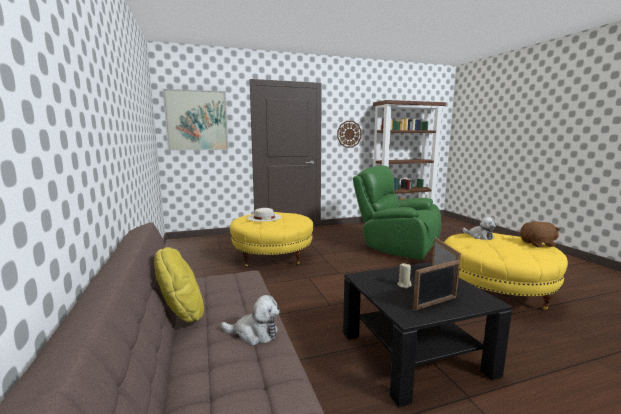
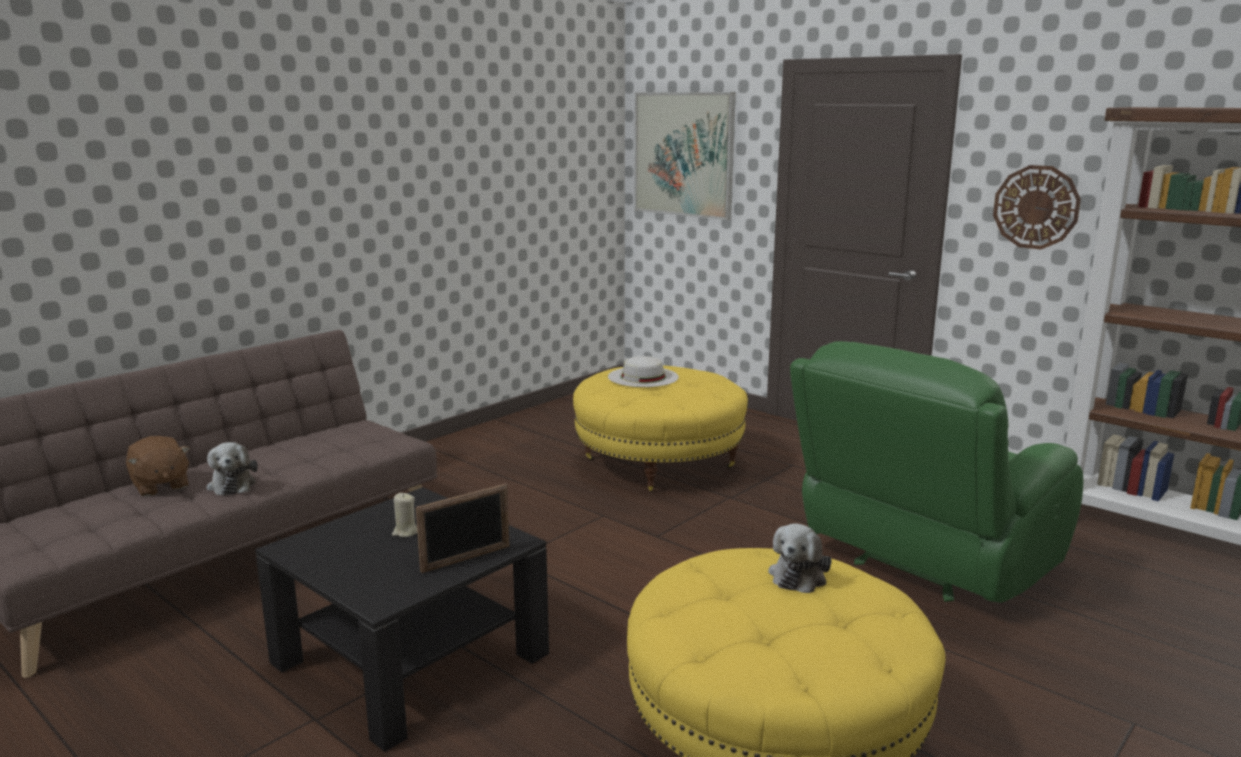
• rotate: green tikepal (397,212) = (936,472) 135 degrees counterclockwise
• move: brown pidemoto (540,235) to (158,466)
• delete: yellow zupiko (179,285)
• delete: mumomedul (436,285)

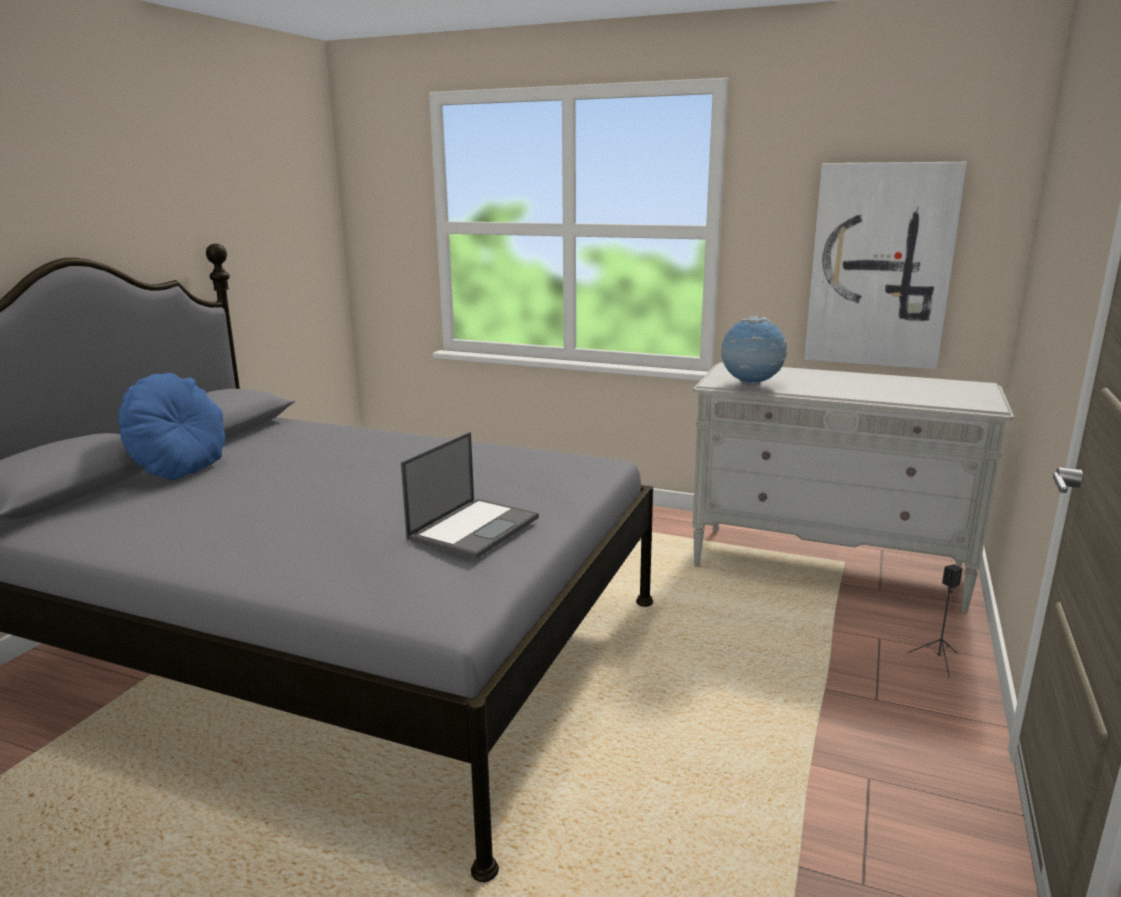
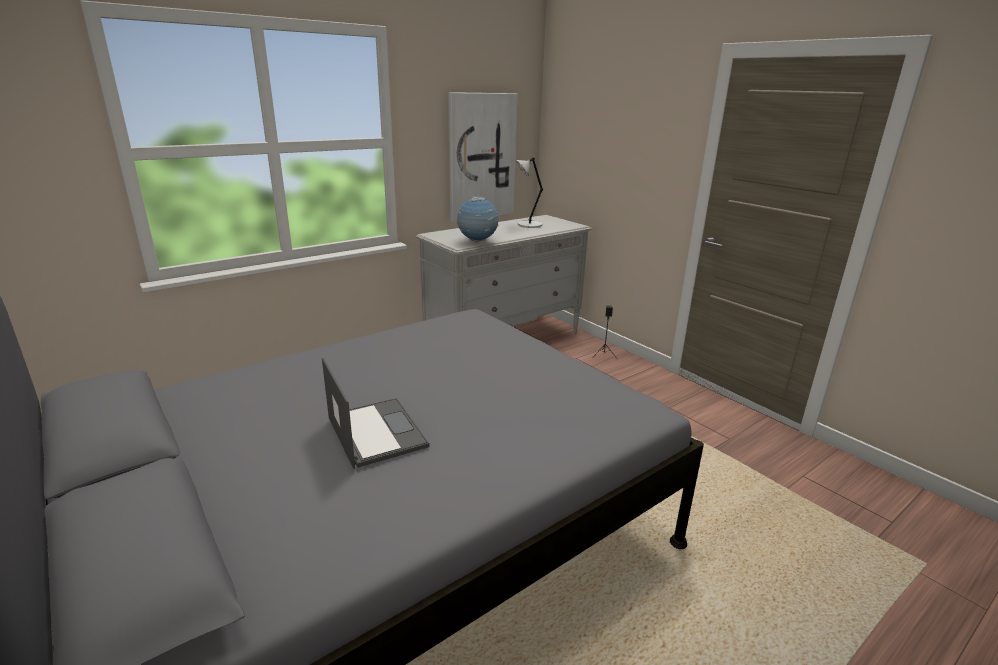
• delete: blue zupiko (171,426)
• move: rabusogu (470,495) to (375,413)
• insert: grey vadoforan (529,192)

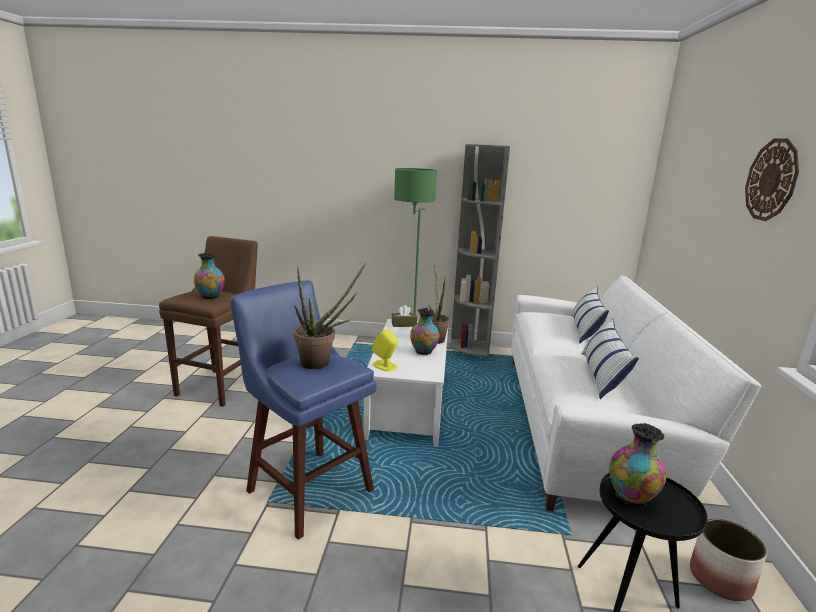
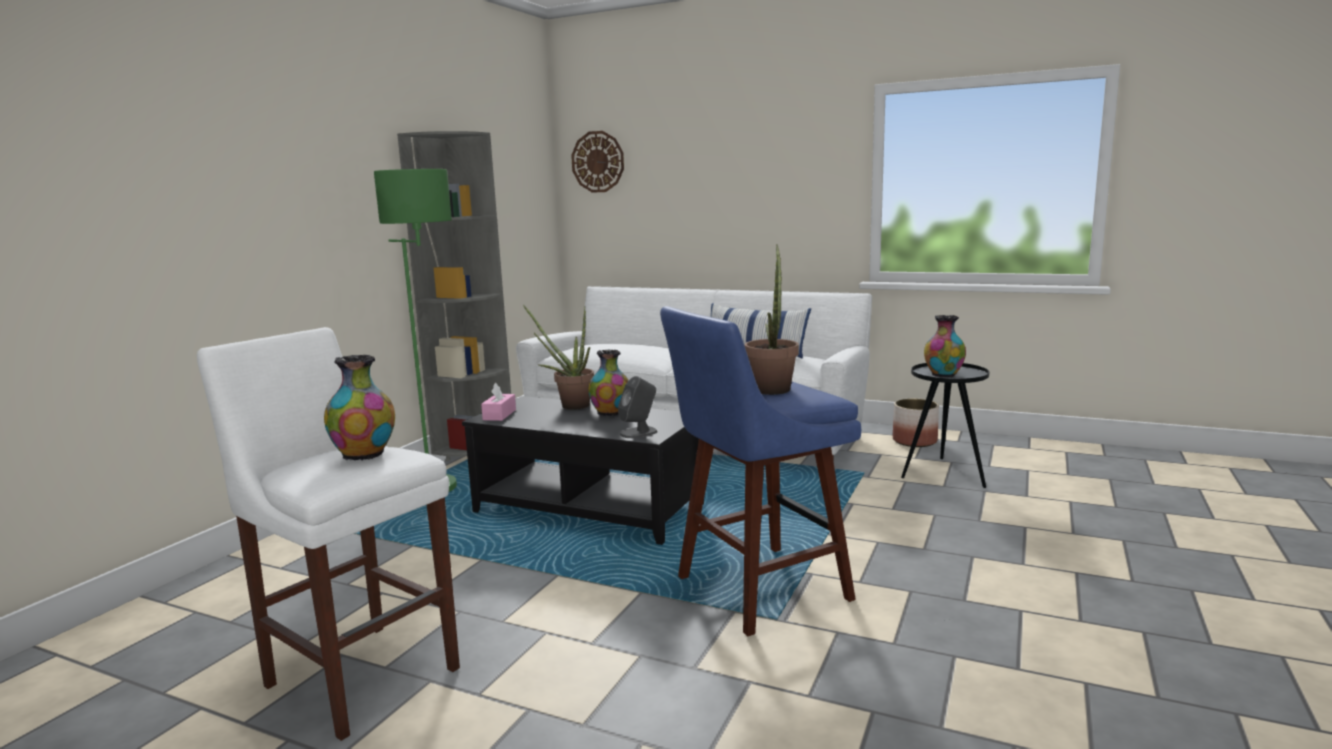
• move: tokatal (772,179) to (597,162)
• recolor: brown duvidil (208,321) to white duvidil (328,534)
• delete: zupiko (590,314)
• recolor: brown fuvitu (404,316) to pink fuvitu (498,402)
• recolor: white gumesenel (405,383) to black gumesenel (583,470)
• recolor: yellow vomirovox (385,350) to grey vomirovox (638,407)

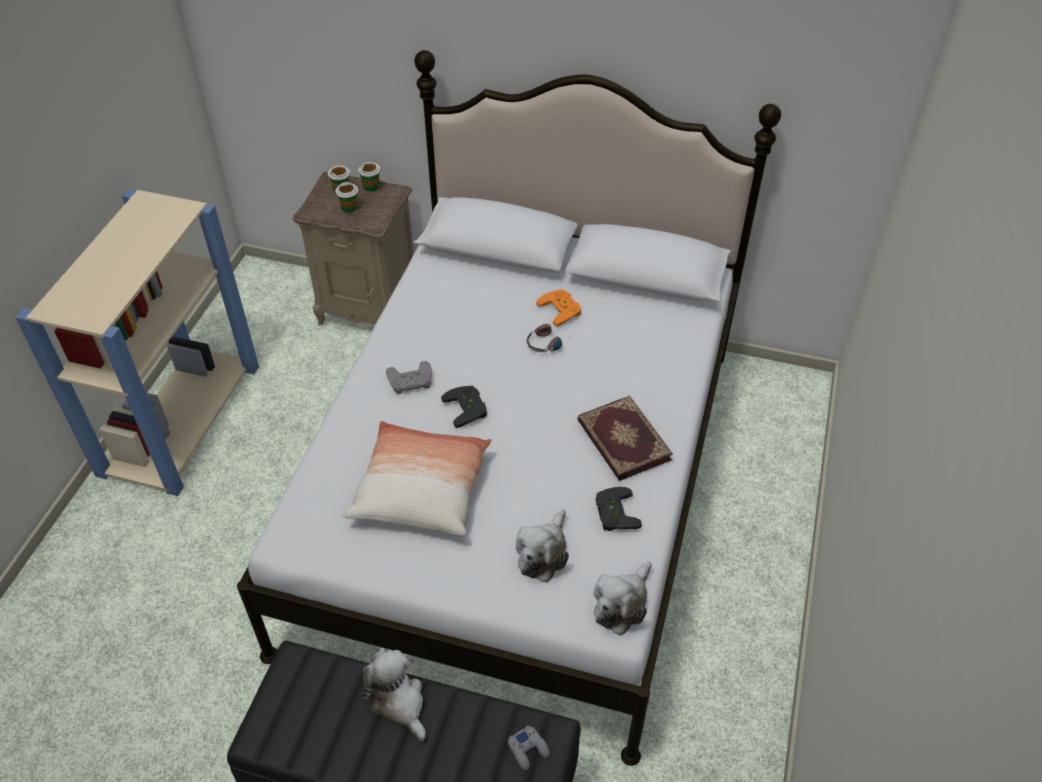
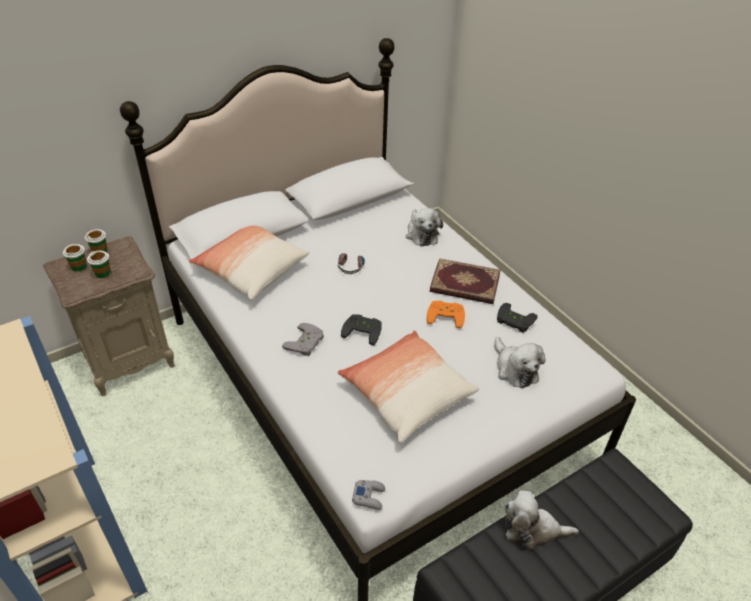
• move: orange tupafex (558,308) to (446,314)
• move: pidemoto (622,599) to (424,227)
• move: grey tupafex (529,747) to (368,495)
• insert: zupiko (249,263)

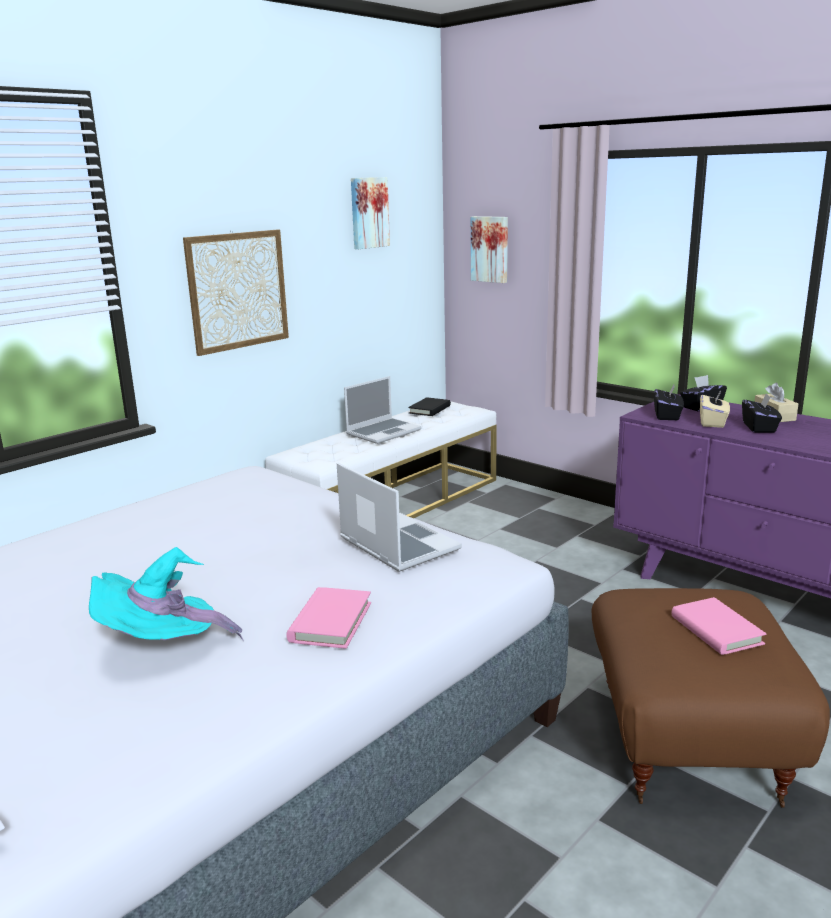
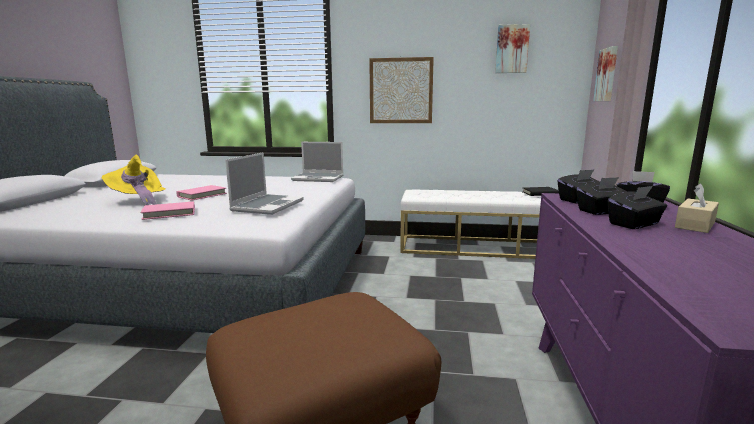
• move: rabusogu (382,410) to (317,162)
• recolor: beige fuvitu (715,409) to black fuvitu (601,196)
• recolor: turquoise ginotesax (166,593) to yellow ginotesax (133,180)
• move: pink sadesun (718,626) to (201,193)

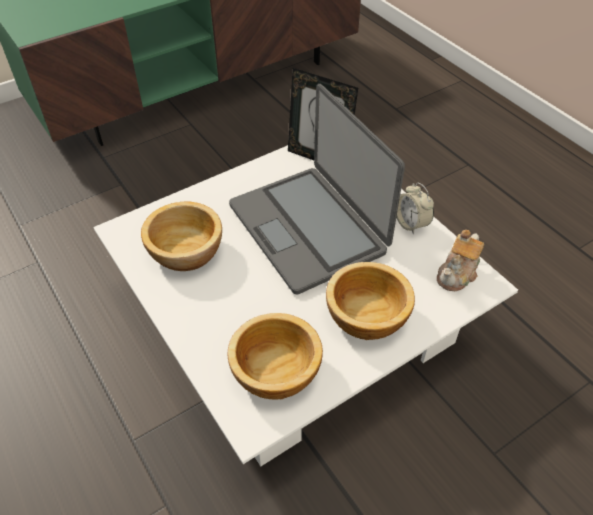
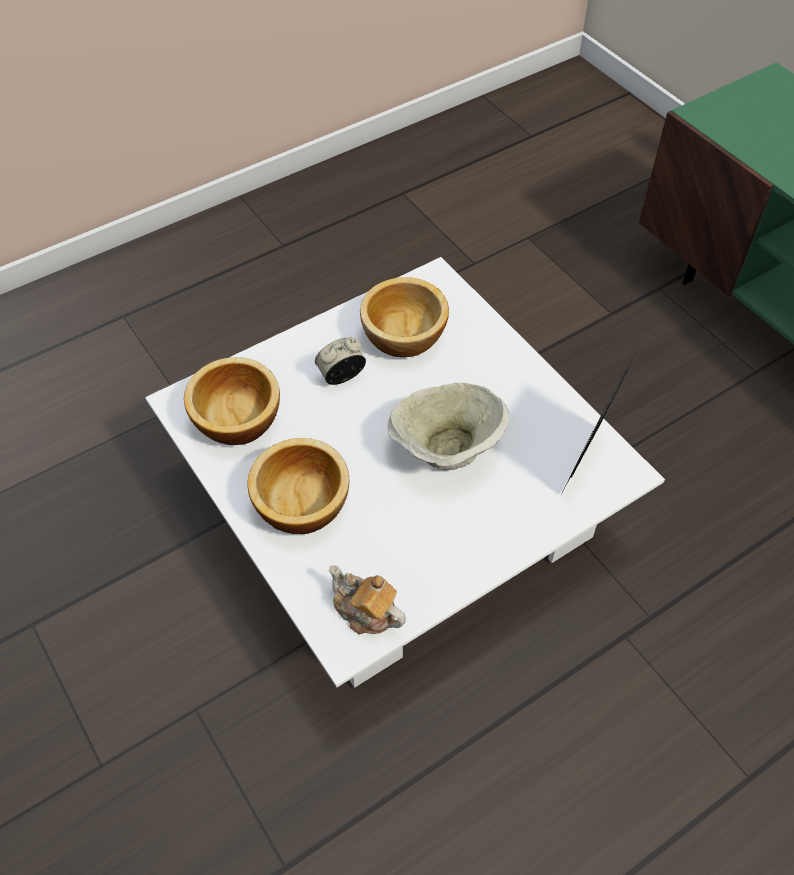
• replace: rabusogu (317,189) to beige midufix (448,426)
• move: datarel (415,208) to (340,361)

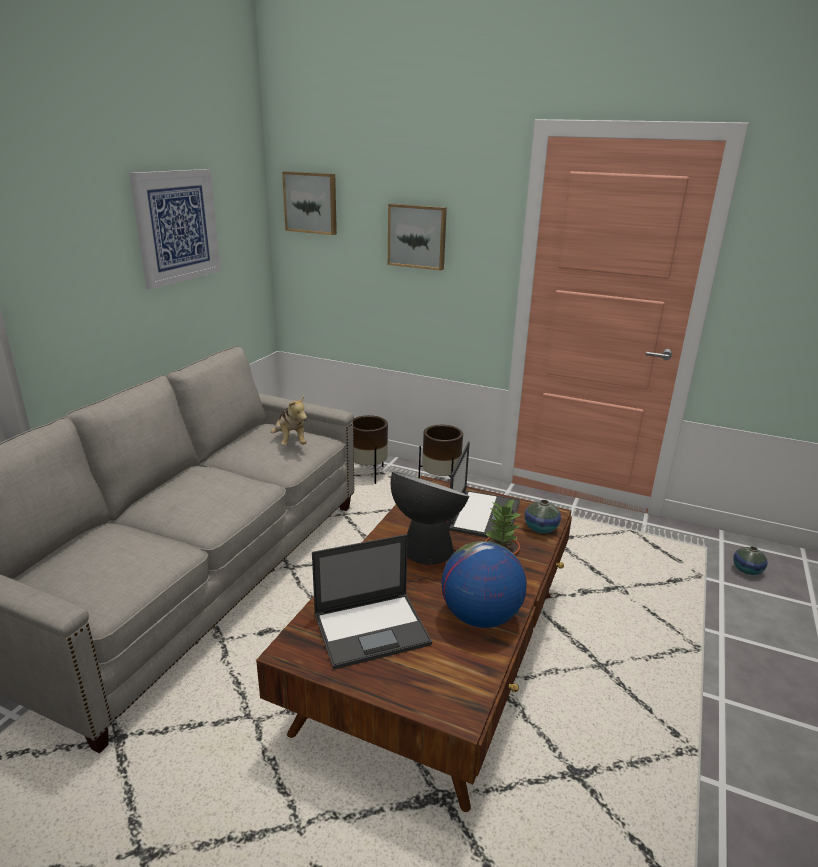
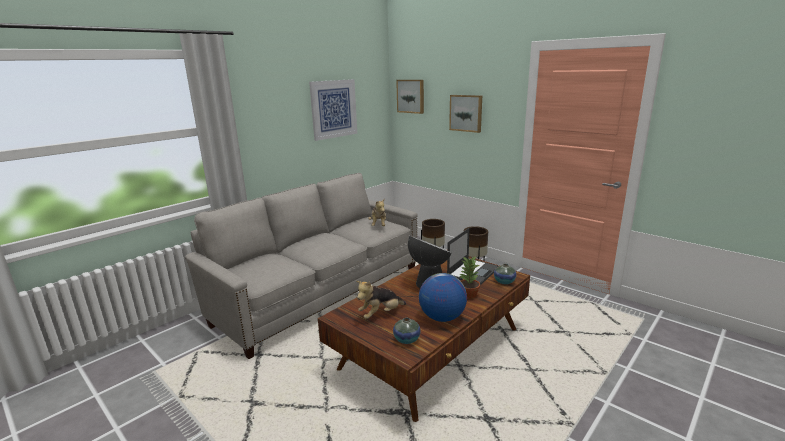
• replace: rabusogu (372,602) to pidemoto (381,300)
• move: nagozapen (750,560) to (407,331)

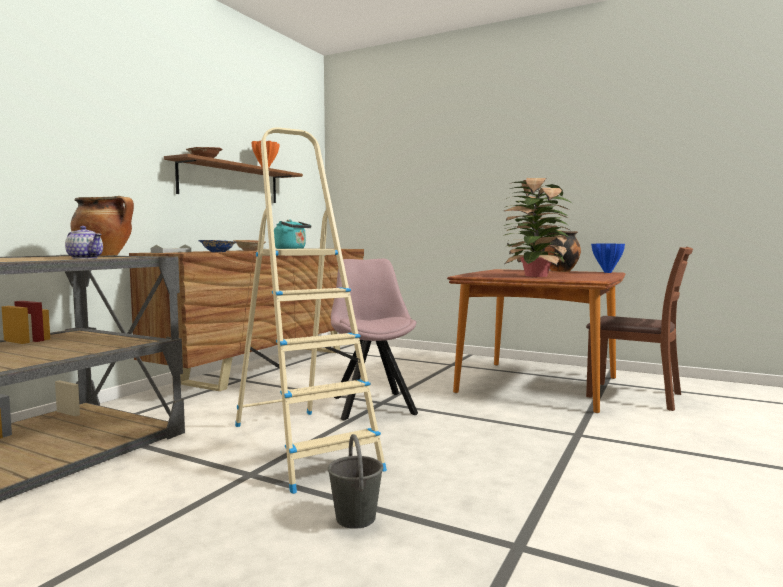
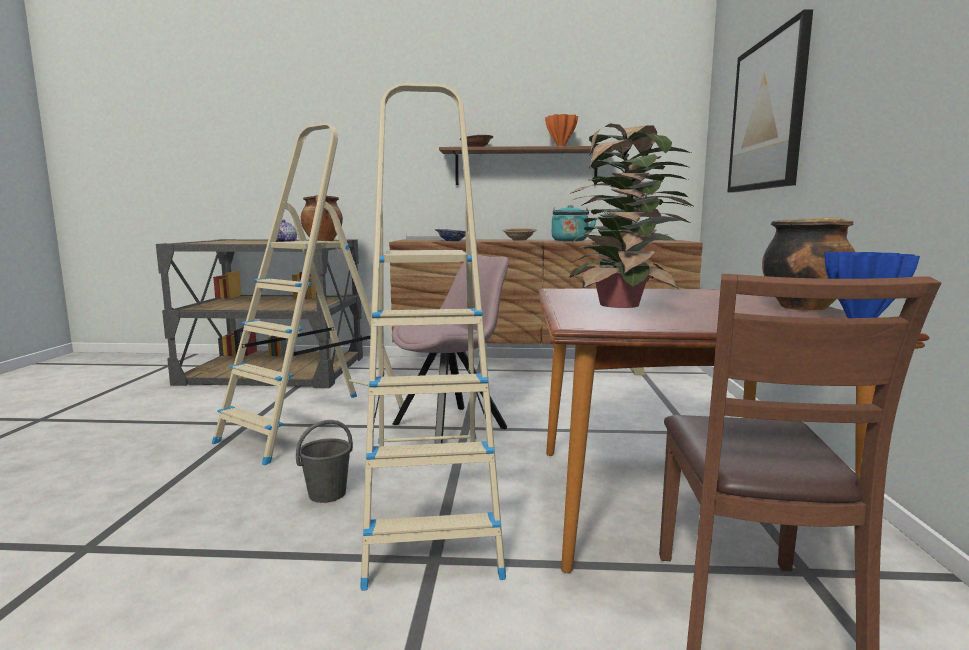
• move: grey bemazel (355,481) to (324,461)
• insert: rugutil (770,101)
• insert: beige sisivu (433,337)

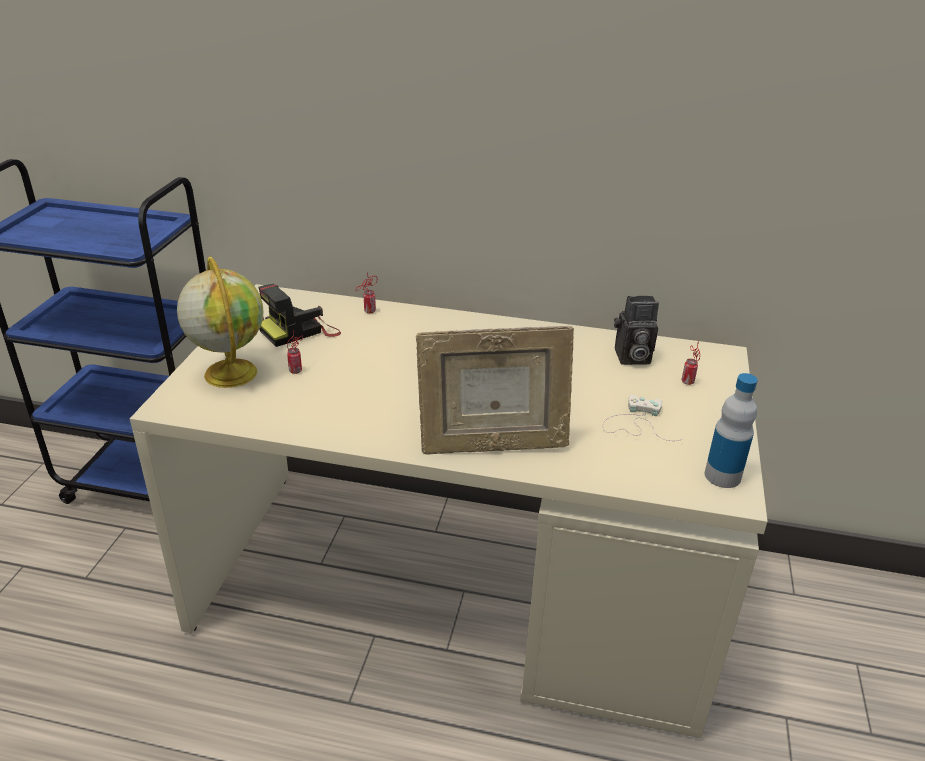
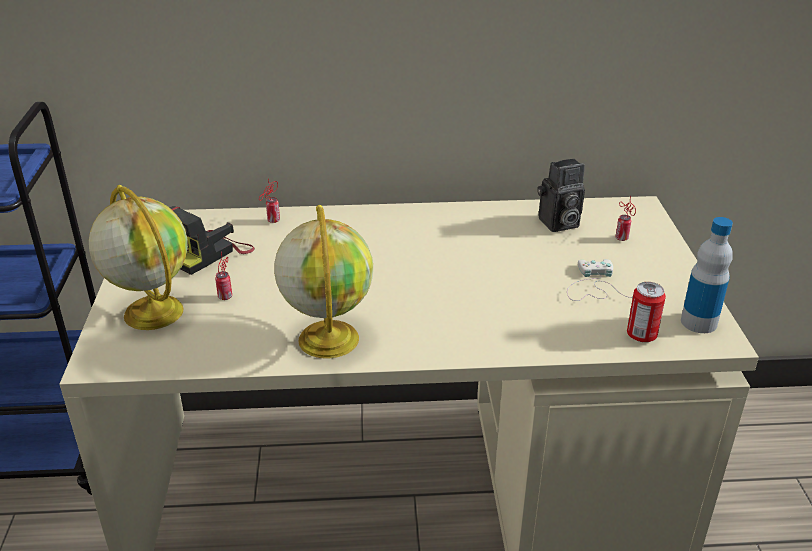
• delete: mumomedul (495,390)
• insert: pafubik (323,282)
• insert: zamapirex (646,312)

